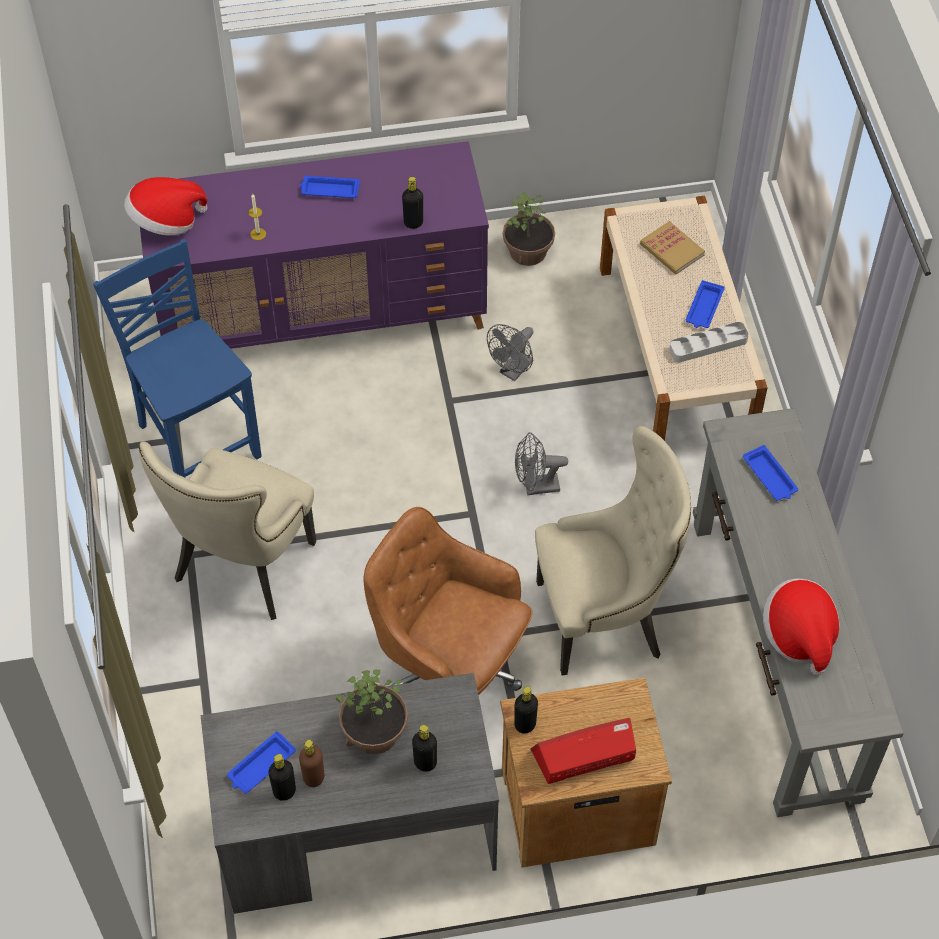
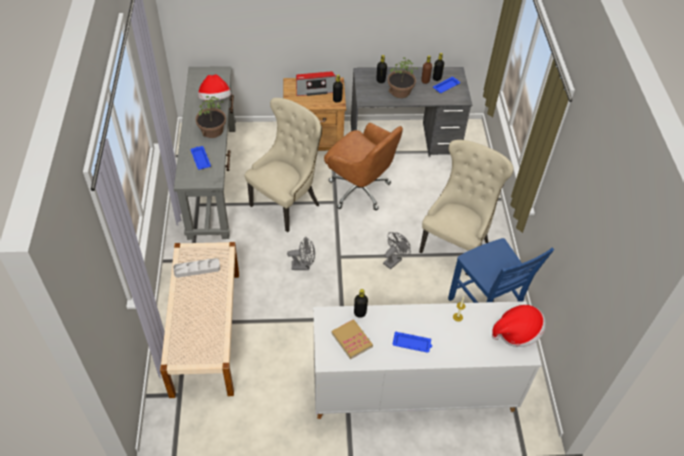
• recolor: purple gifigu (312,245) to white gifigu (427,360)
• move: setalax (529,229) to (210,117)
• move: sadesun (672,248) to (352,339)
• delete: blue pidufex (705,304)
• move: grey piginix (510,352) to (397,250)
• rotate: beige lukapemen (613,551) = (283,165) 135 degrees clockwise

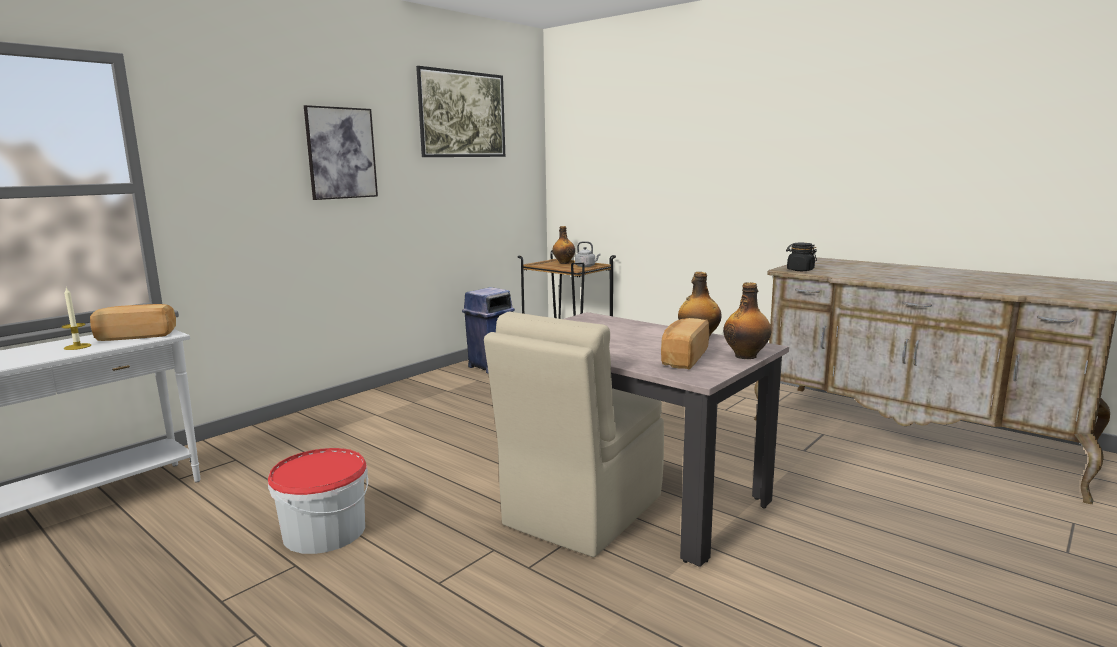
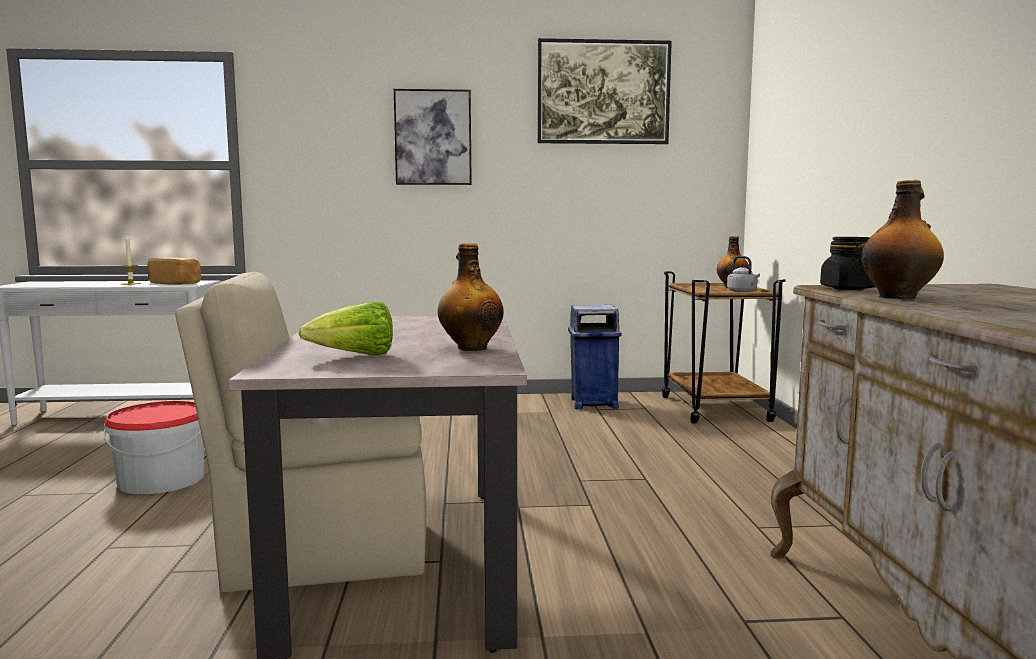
• move: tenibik (747,320) to (903,239)
• replace: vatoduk (685,343) to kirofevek (345,328)

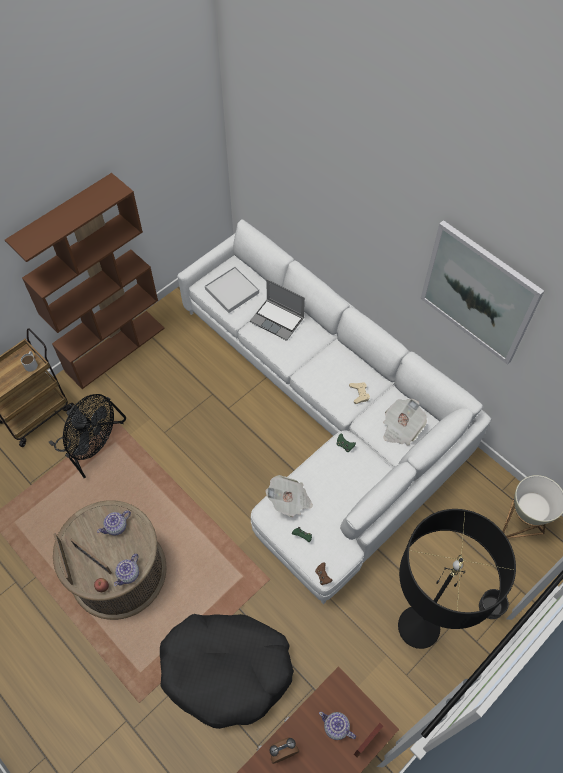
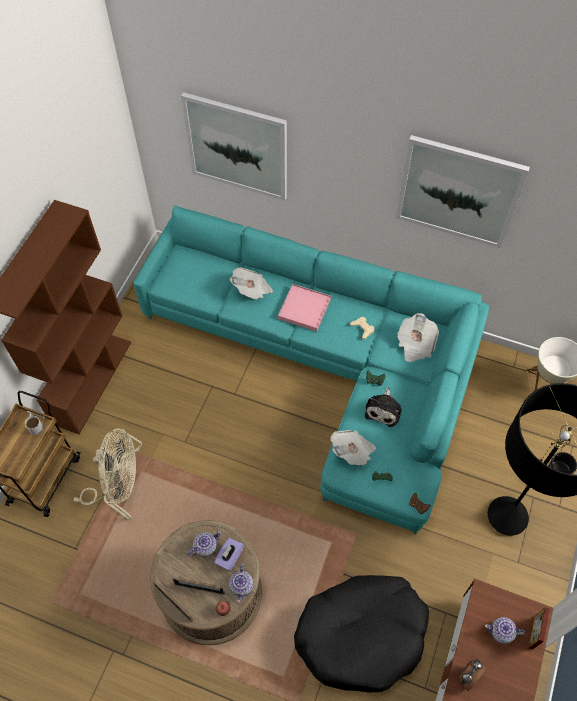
• recolor: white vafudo (334,411) to turquoise vafudo (311,370)
• delete: white pidufex (232,290)
• replace: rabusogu (277,310) to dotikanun (251,283)
• recolor: black piginix (87,436) to beige piginix (107,474)
• rotate: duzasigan (114,523) = (204,544) 150 degrees counterclockwise
• insert: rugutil (234,146)
• insert: pink pidufex (304,307)
• insert: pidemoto (383,407)
• insert: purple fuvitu (229,554)

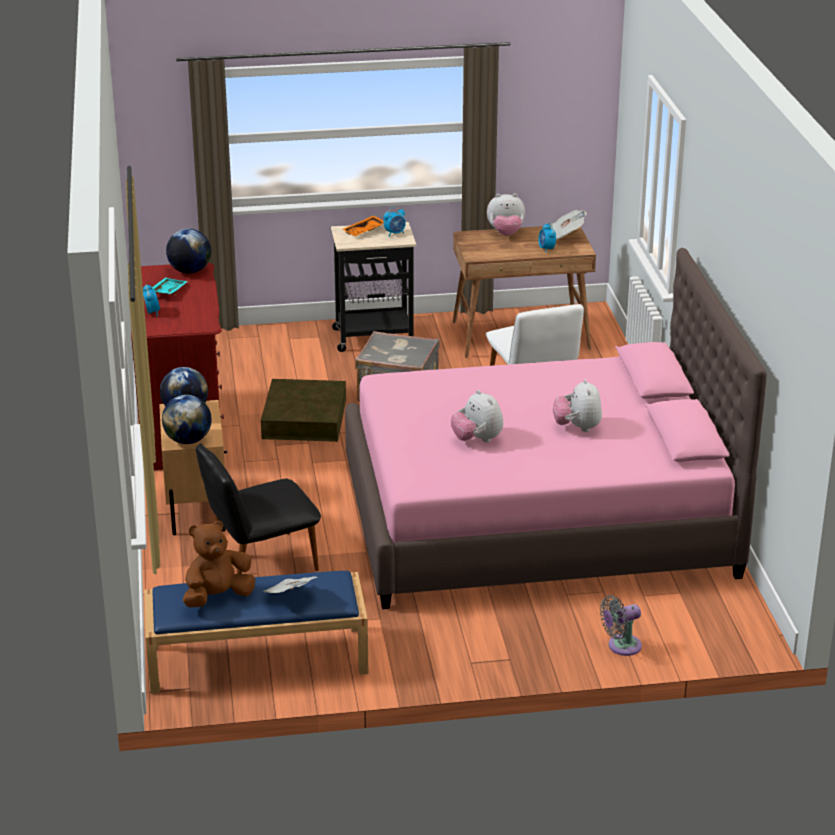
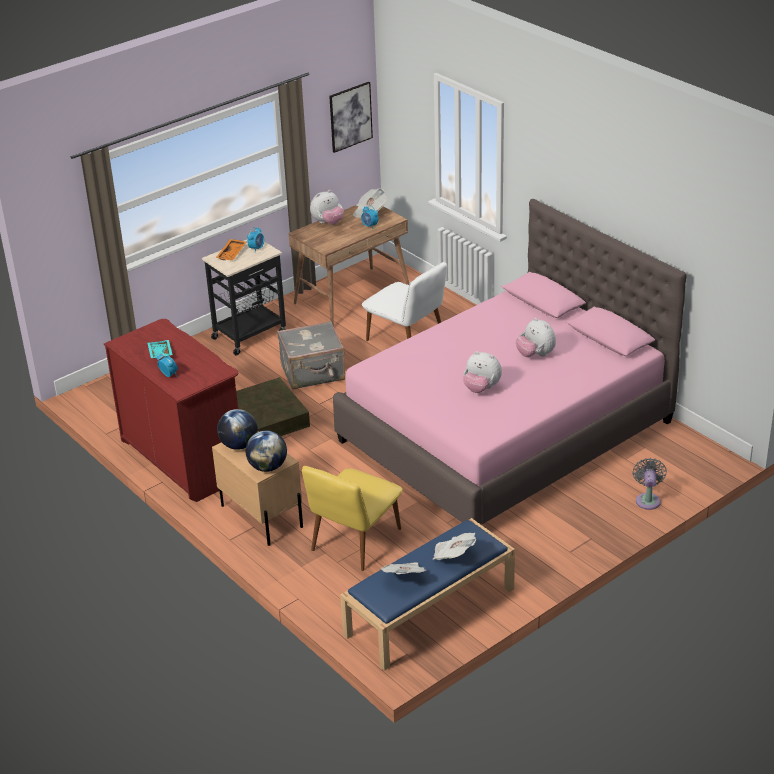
• delete: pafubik (188,251)
• recolor: black lukapemen (258,508) to yellow lukapemen (352,518)
• replace: brown pidemoto (219,563) to dotikanun (404,568)
• rotate: grey piginix (621,625) = (650,484) 150 degrees clockwise
• insert: rugutil (351,117)

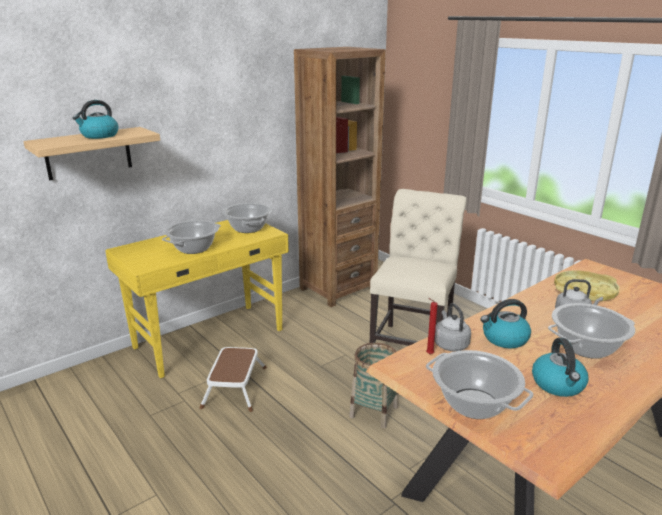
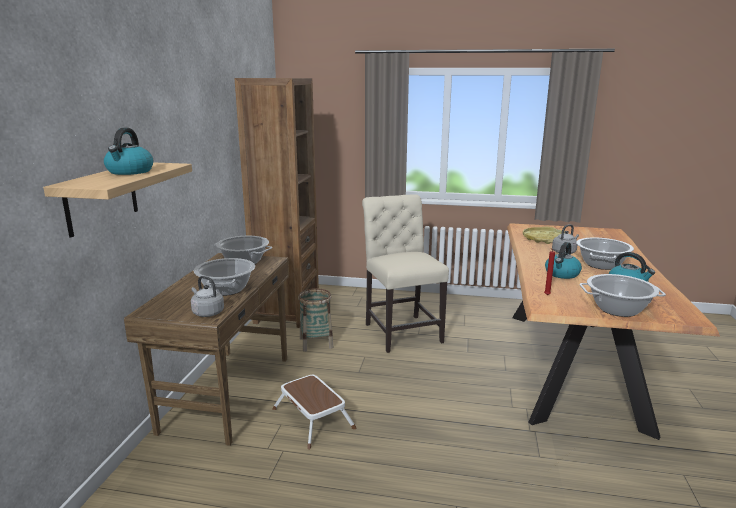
• recolor: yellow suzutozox (197,299) to brown suzutozox (206,349)
• move: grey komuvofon (452,327) to (207,296)
• move: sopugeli (374,385) to (315,320)

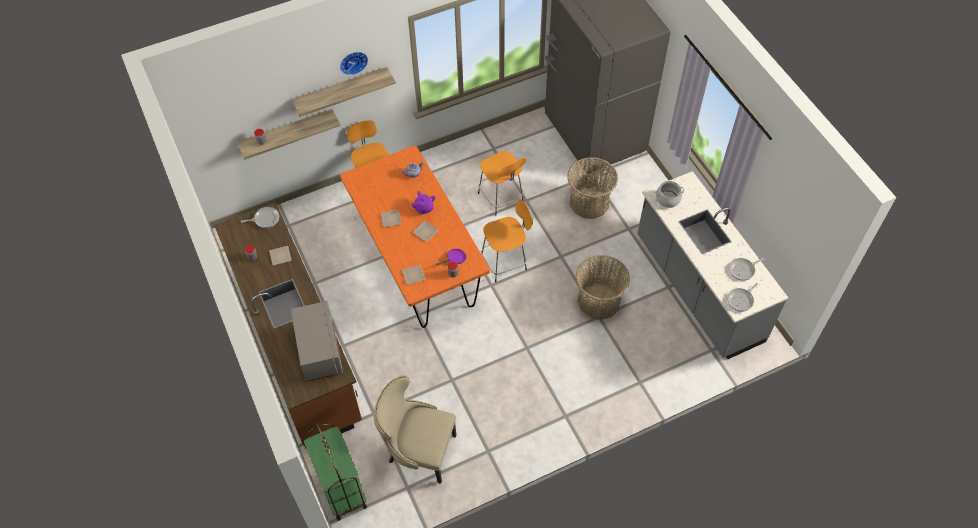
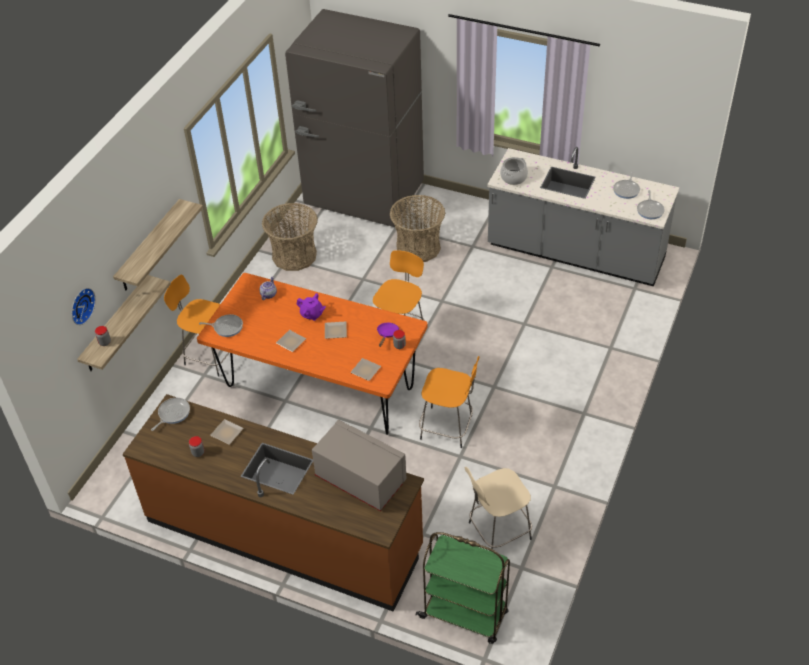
• move: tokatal (354,63) to (83,306)
• move: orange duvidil (502,183) to (449,402)
• move: sopugeli (603,287) to (290,237)
• replace: beige lukapemen (415,429) to beige duvidil (498,508)
• insert: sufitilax (221,325)

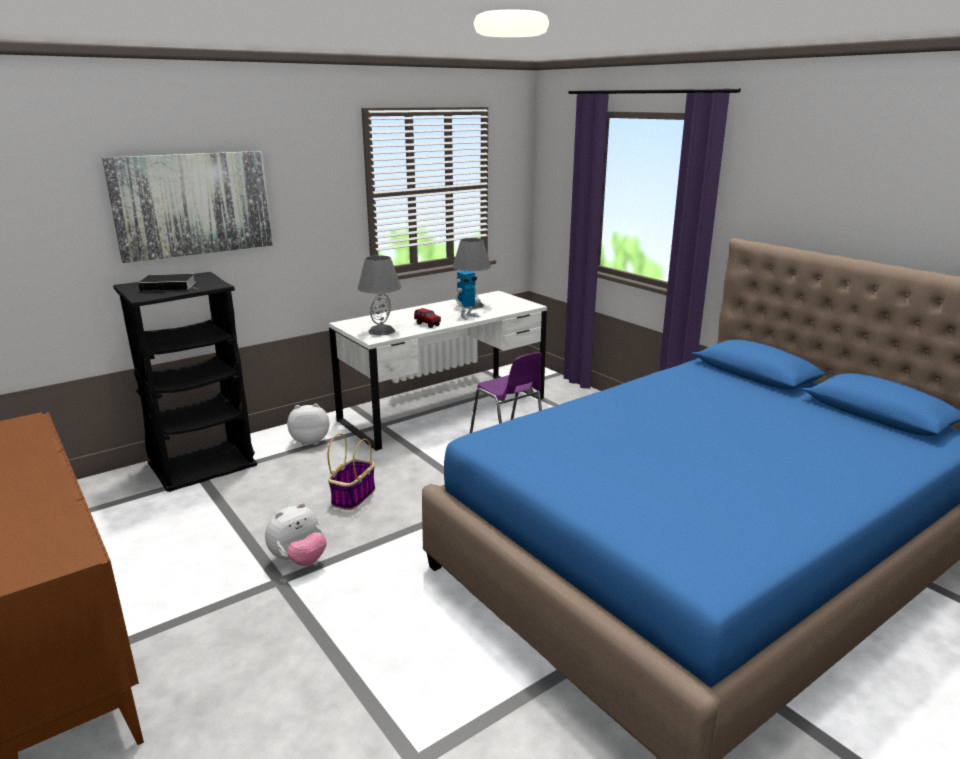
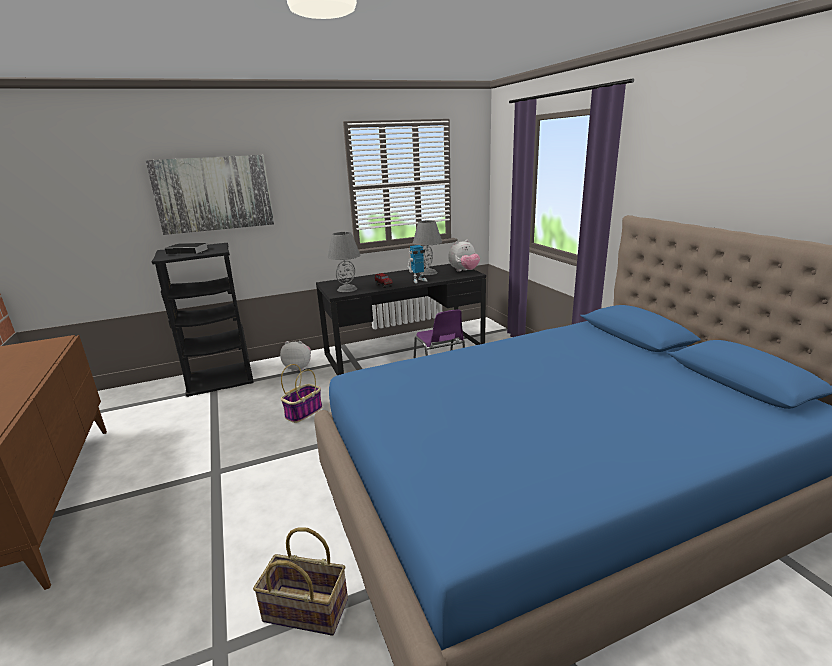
• recolor: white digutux (438,371) to black digutux (401,319)
• move: pidemoto (295,534) to (464,256)
• insert: sopugeli (300,581)

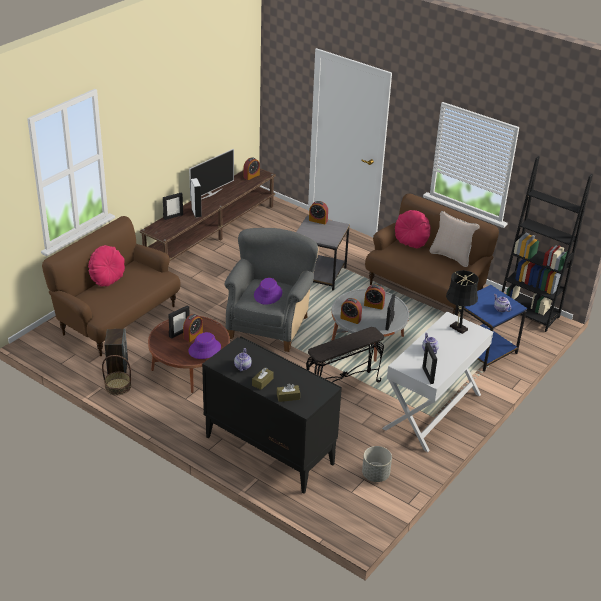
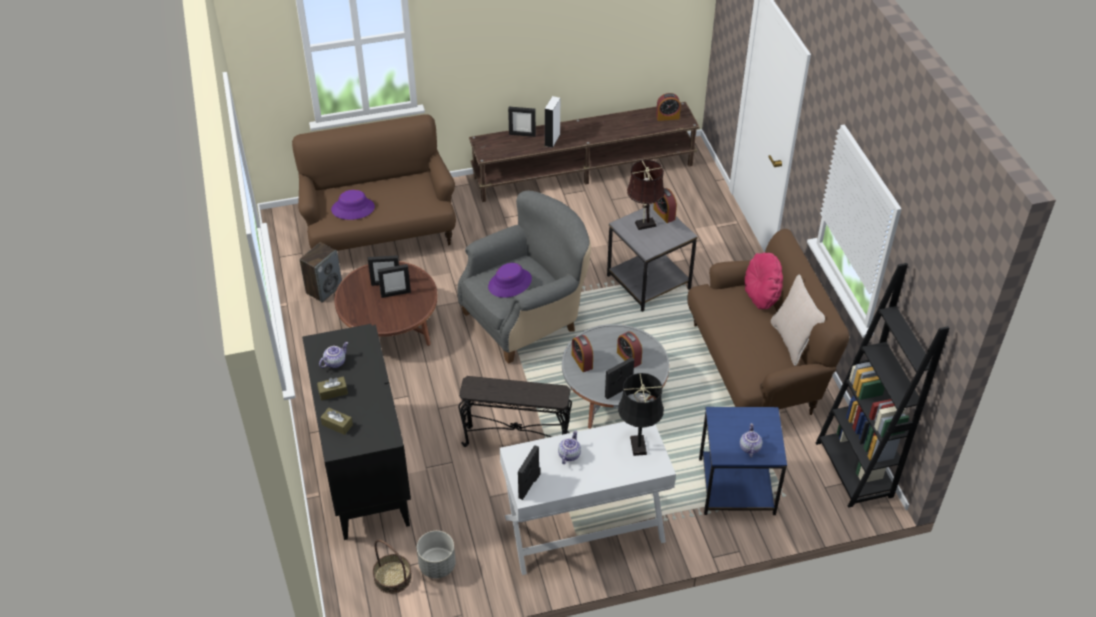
• delete: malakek (211,175)
• delete: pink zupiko (106,266)
• replace: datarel (193,328) to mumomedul (394,281)
• move: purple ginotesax (204,345) to (353,205)
• move: sopugeli (116,375) to (392,567)
• insert: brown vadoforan (646,195)

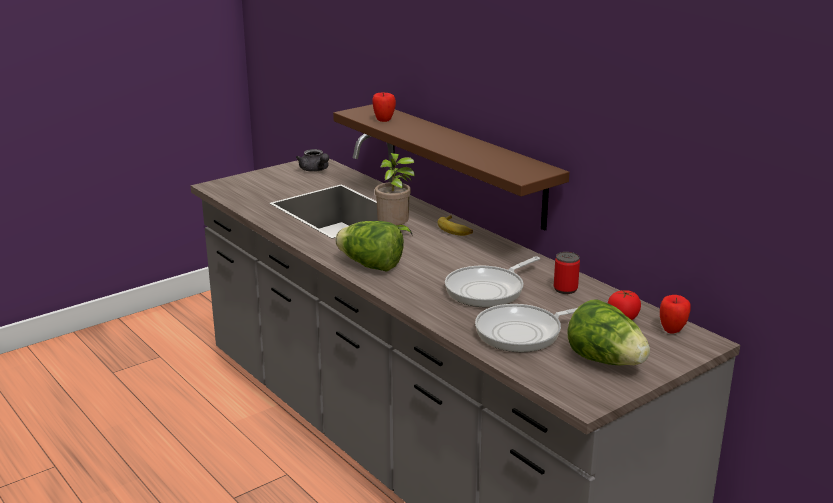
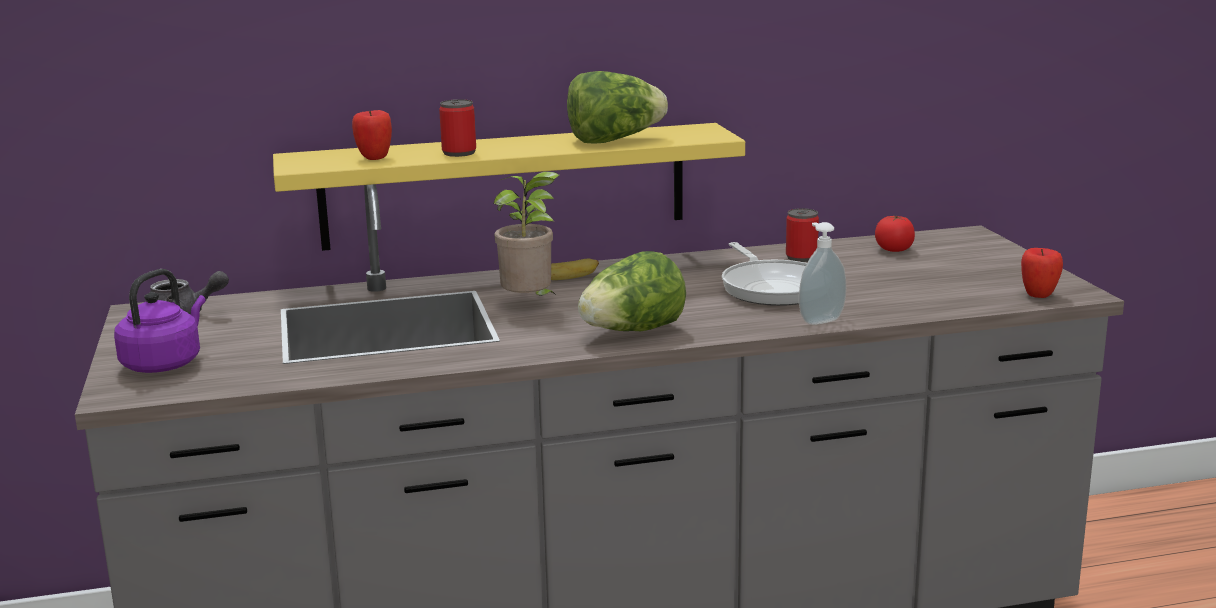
• recolor: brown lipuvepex (451,167) to yellow lipuvepex (509,187)
• move: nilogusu (675,314) to (1042,273)
• move: kirofevek (608,332) to (617,107)
• delete: sufitilax (526,328)
• insert: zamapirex (457,128)
• insert: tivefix (822,273)
• insert: purple komuvofon (160,321)

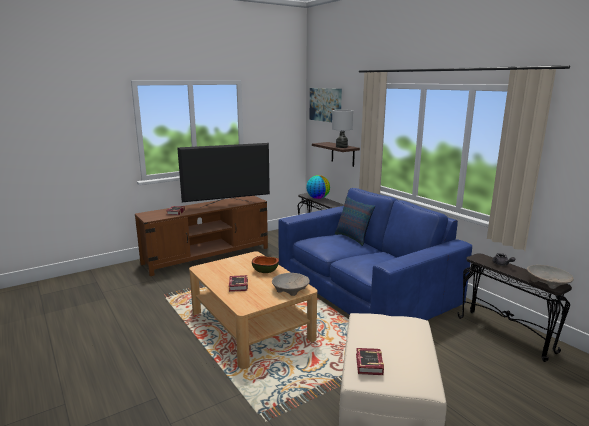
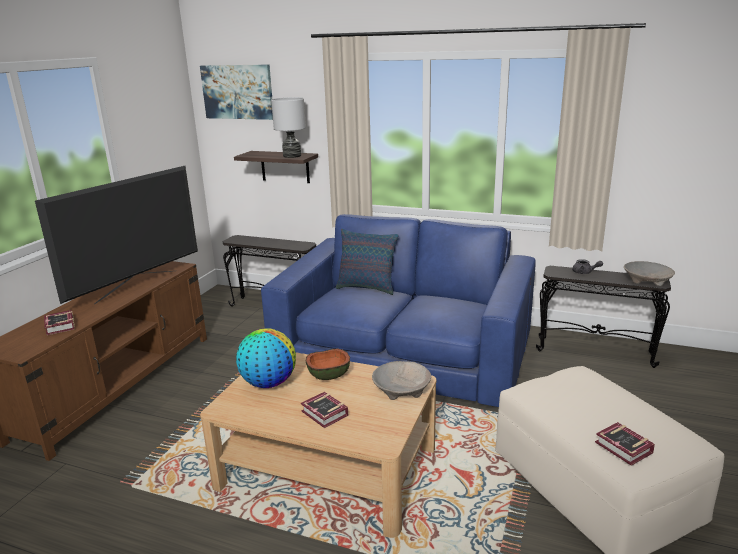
• move: pafubik (318,187) to (266,358)

